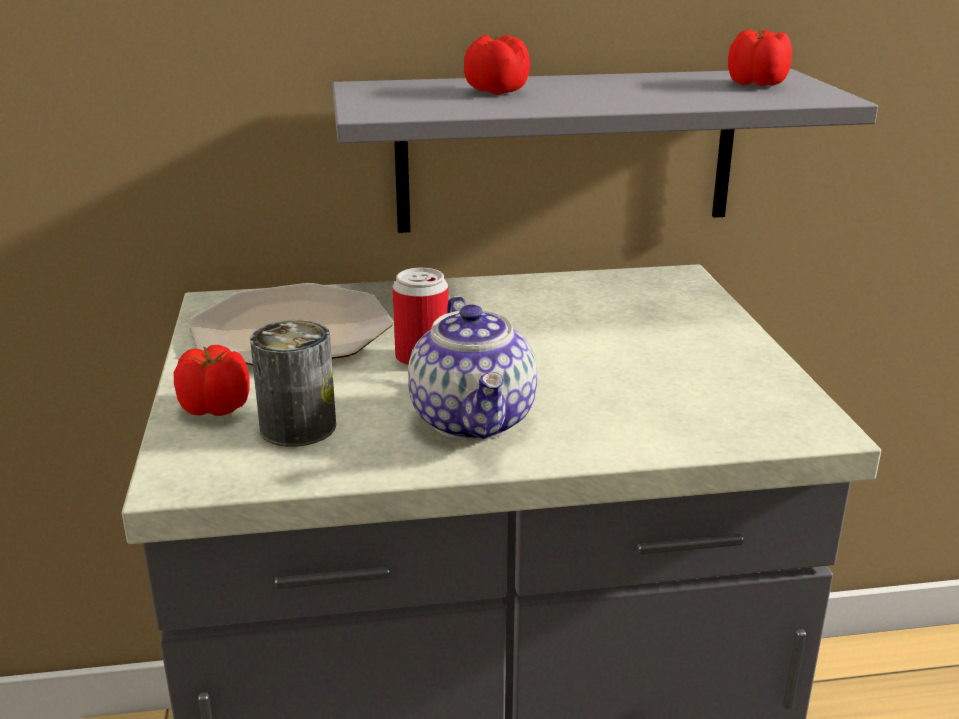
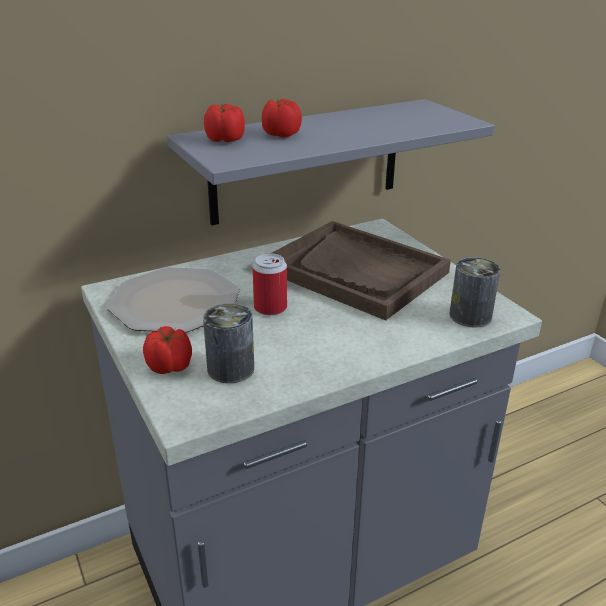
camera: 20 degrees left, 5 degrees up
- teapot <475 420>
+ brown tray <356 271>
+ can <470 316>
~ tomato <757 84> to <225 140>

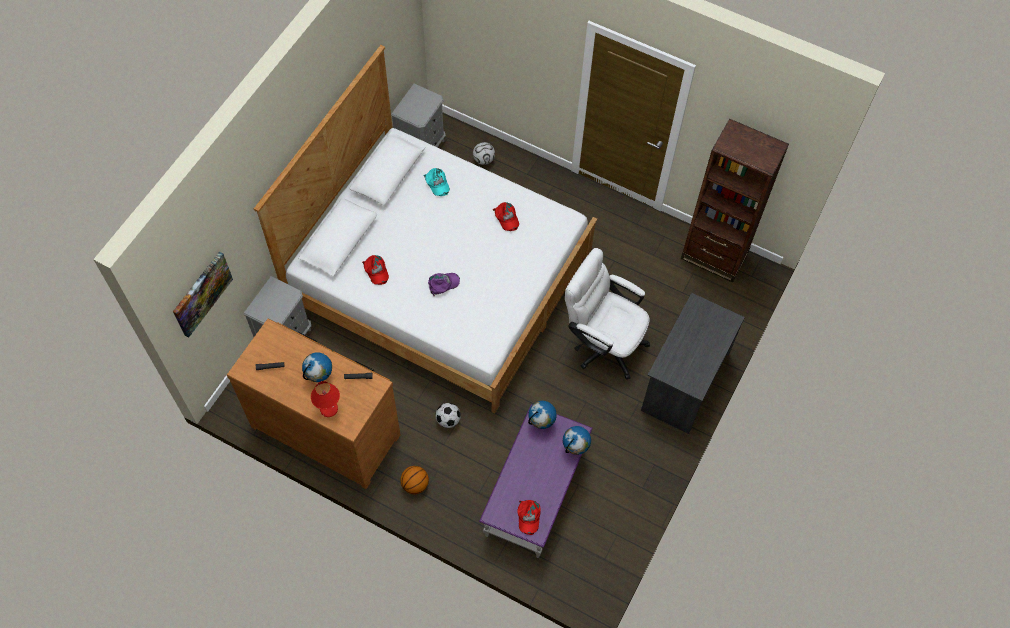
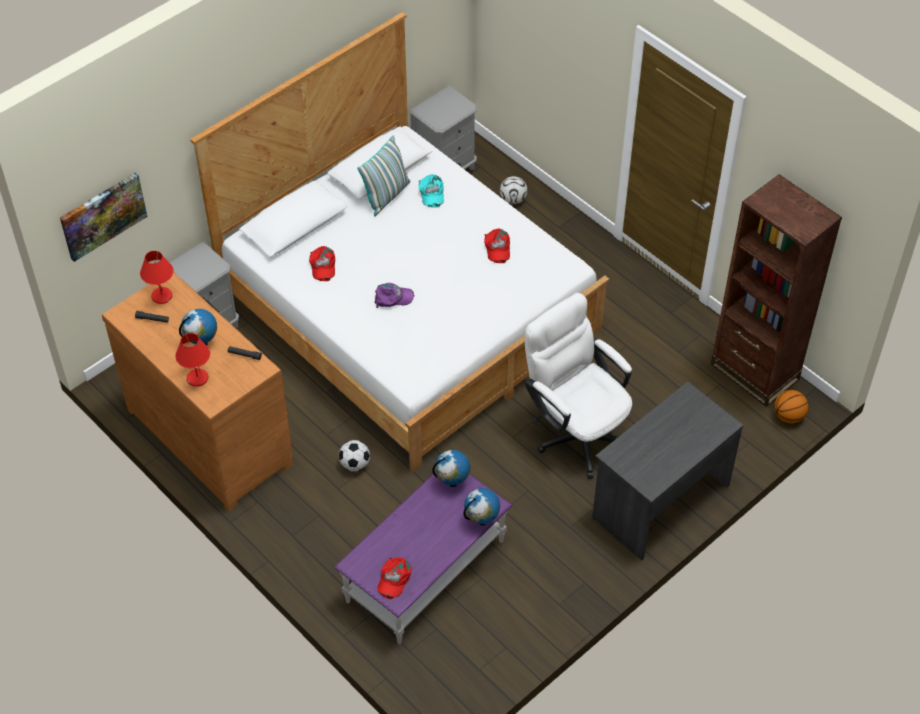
camera: 20 degrees right, 10 degrees down
+ red table lamp <162 296>
+ pillow <386 196>
~ basketball <415 484> to <788 416>

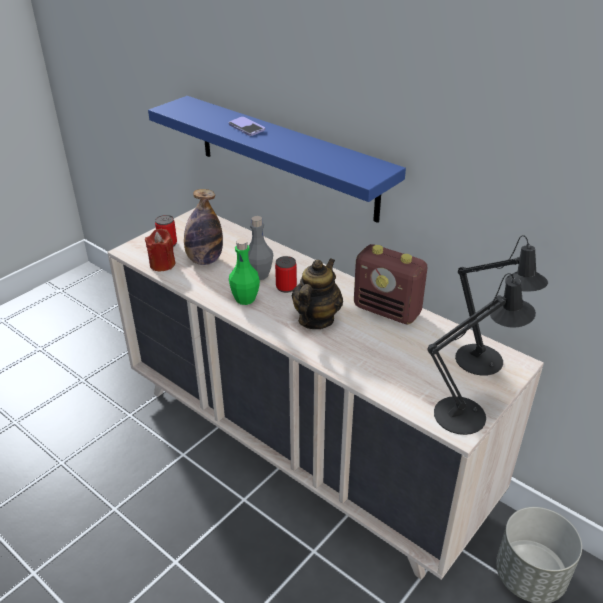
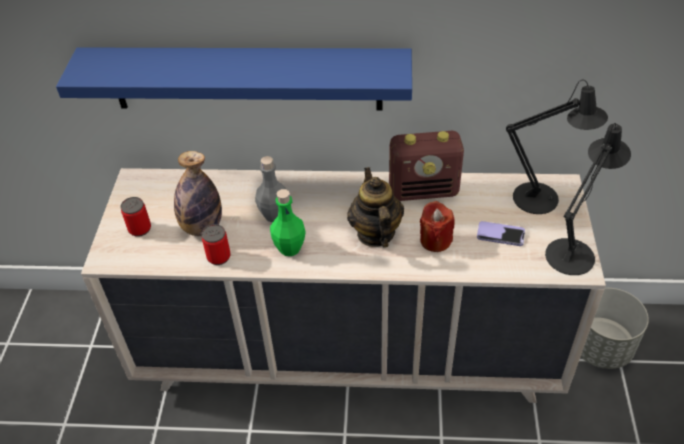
camera: 35 degrees left, 10 degrees up
~ red candle <162 264> to <435 240>
~ phone <246 127> to <500 235>
~ can <286 287> to <219 257>

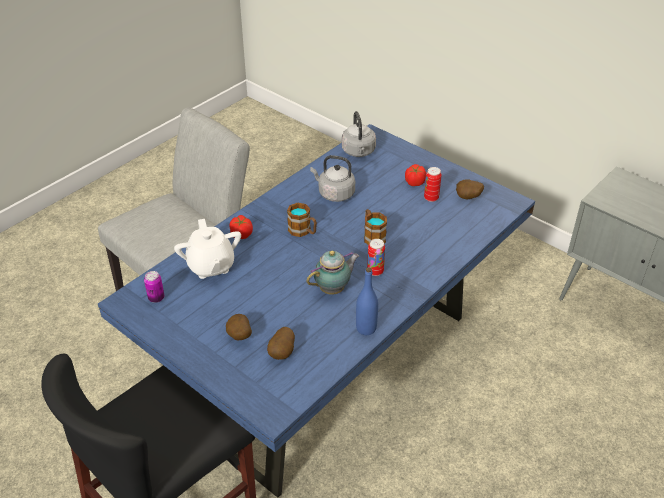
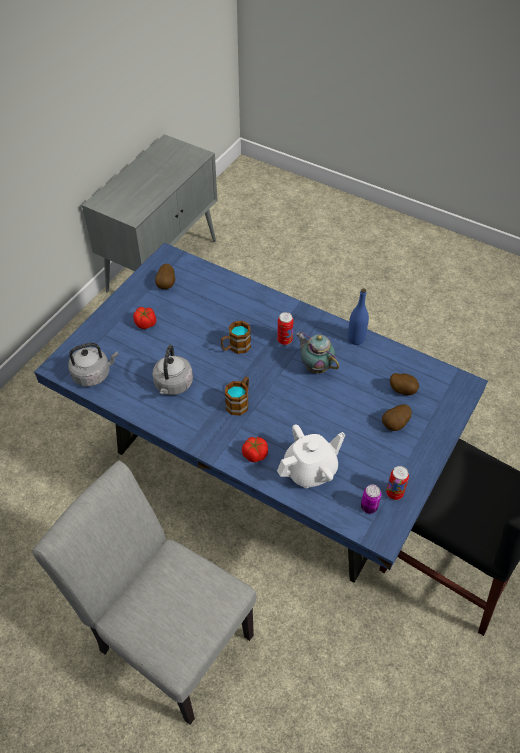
camera: 100 degrees left, 10 degrees up
~ can <431 198> to <394 493>

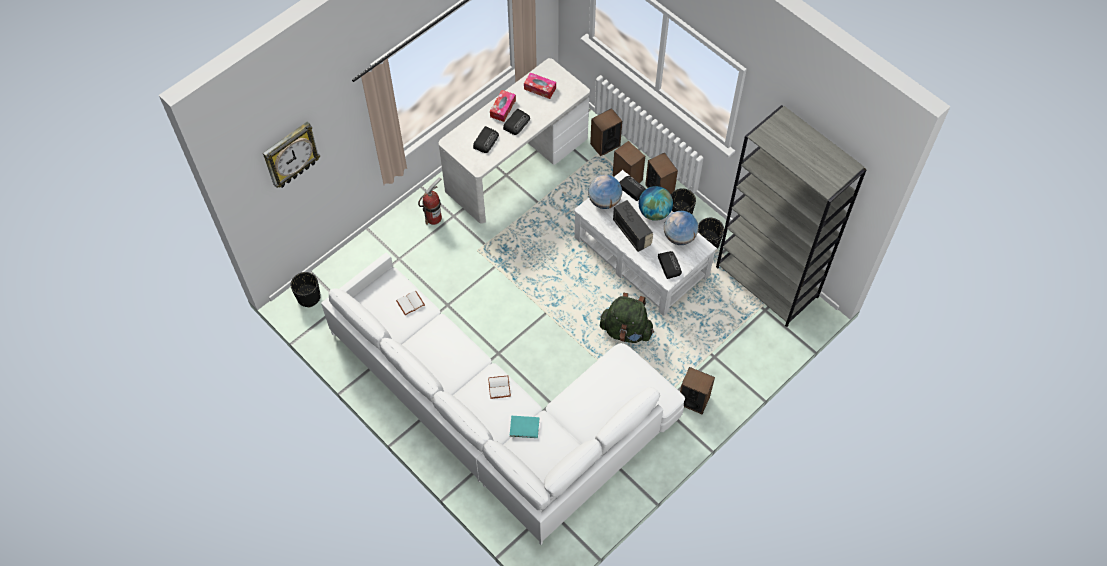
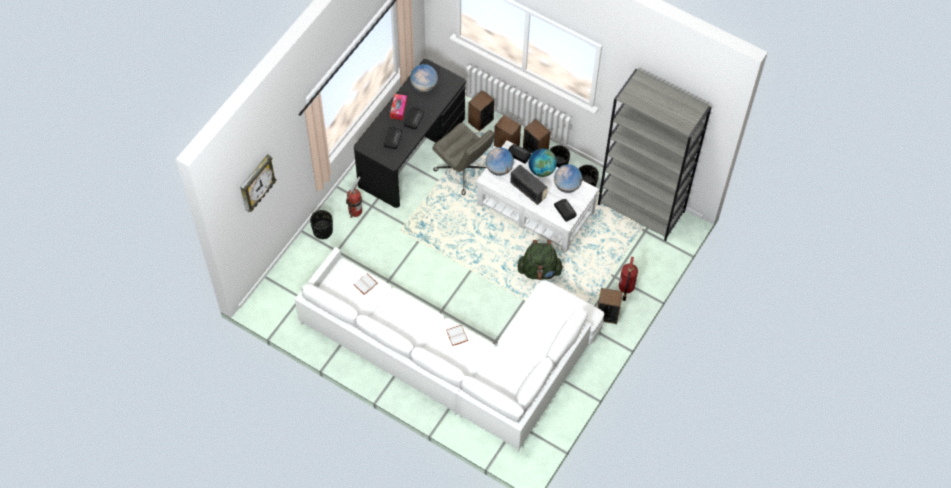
camera: 15 degrees left, 0 degrees up
- turquoise book <525 428>
+ grey office chair <464 170>
+ fire extinguisher <625 288>
~ black planter <308 297> to <322 231>
~ tissue box <540 88> to globe <424 86>
~ white desk <516 164> to black desk <411 151>

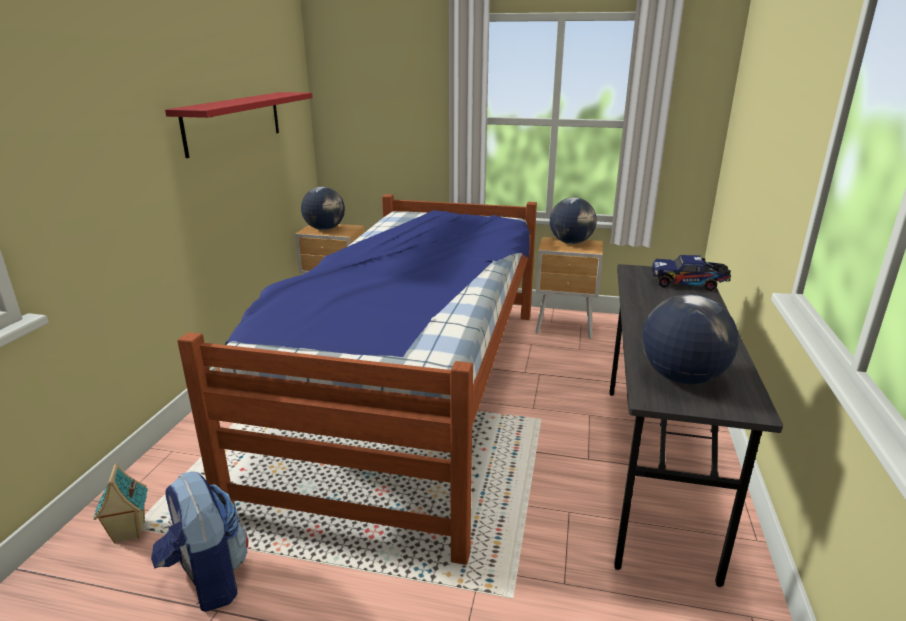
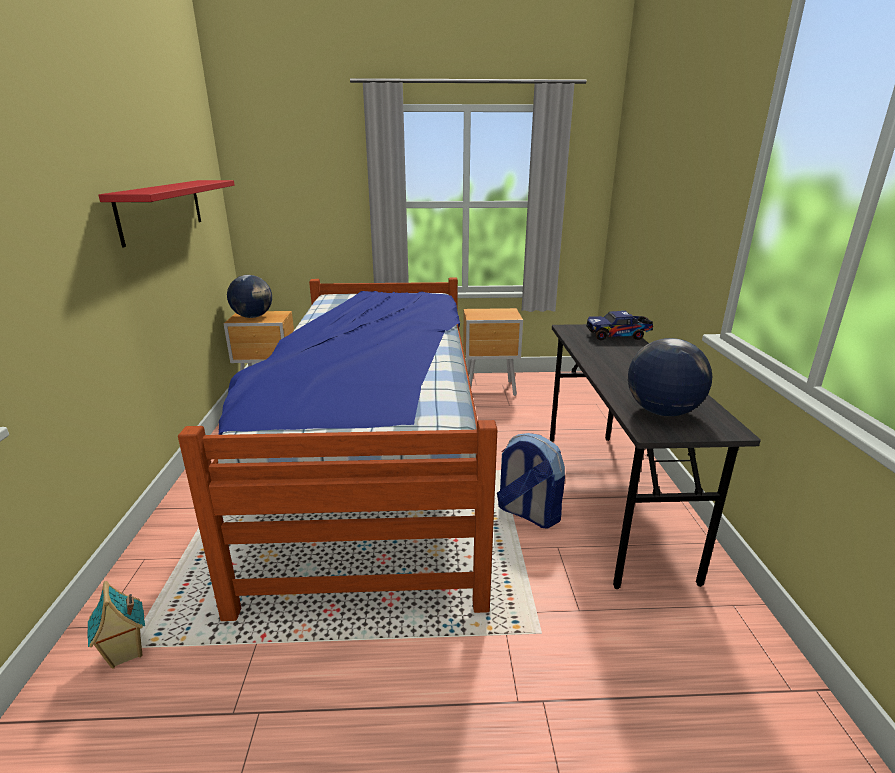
camera: 15 degrees left, 0 degrees up
- globe <571 242>
~ backpack <208 579> to <527 513>

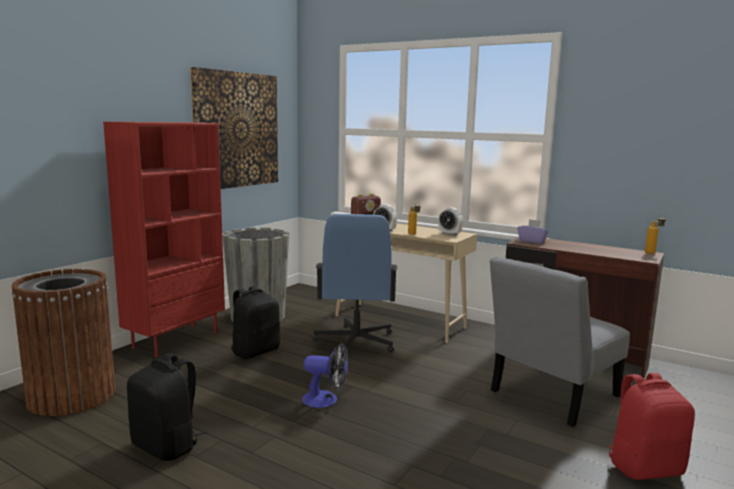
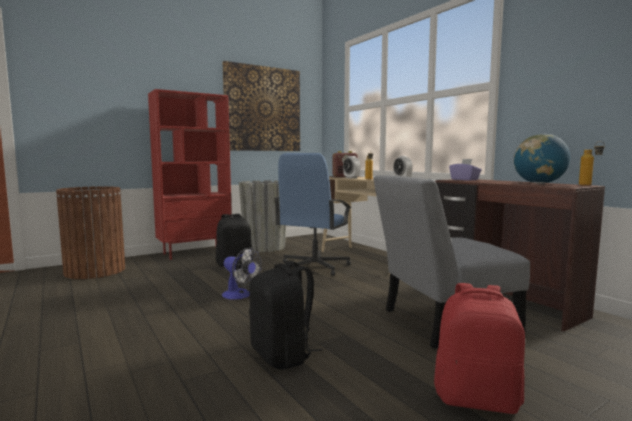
camera: 25 degrees right, 5 degrees down
+ globe <539 183>
~ black backpack <167 446> to <282 355>

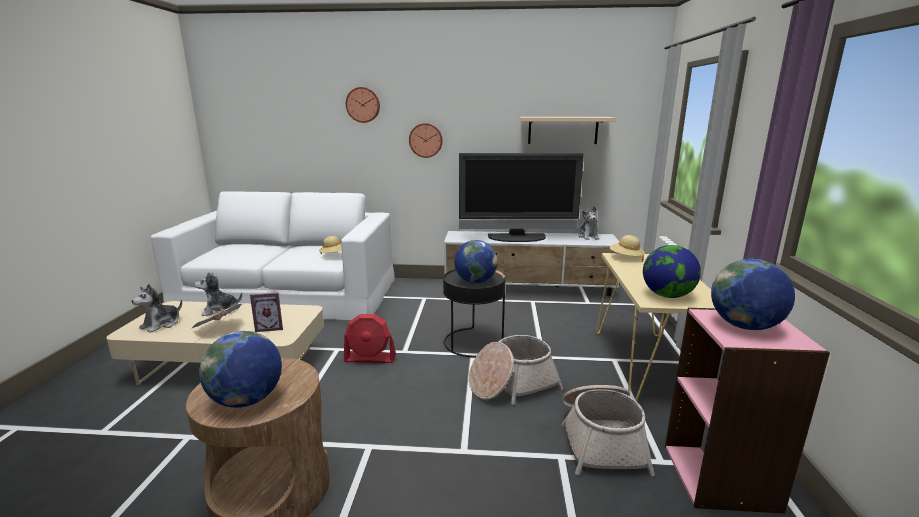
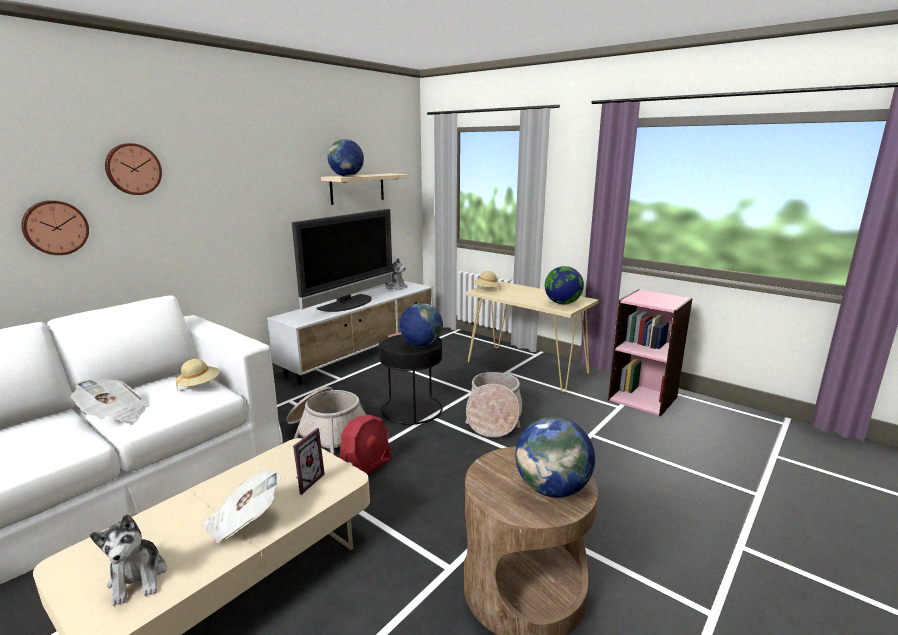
camera: 55 degrees left, 0 degrees up
- plush toy <220 311>
+ newspaper <113 414>
~ wall clock <426 140> to <55 227>
~ basket <601 440> to <328 432>
~ globe <744 326> to <346 176>

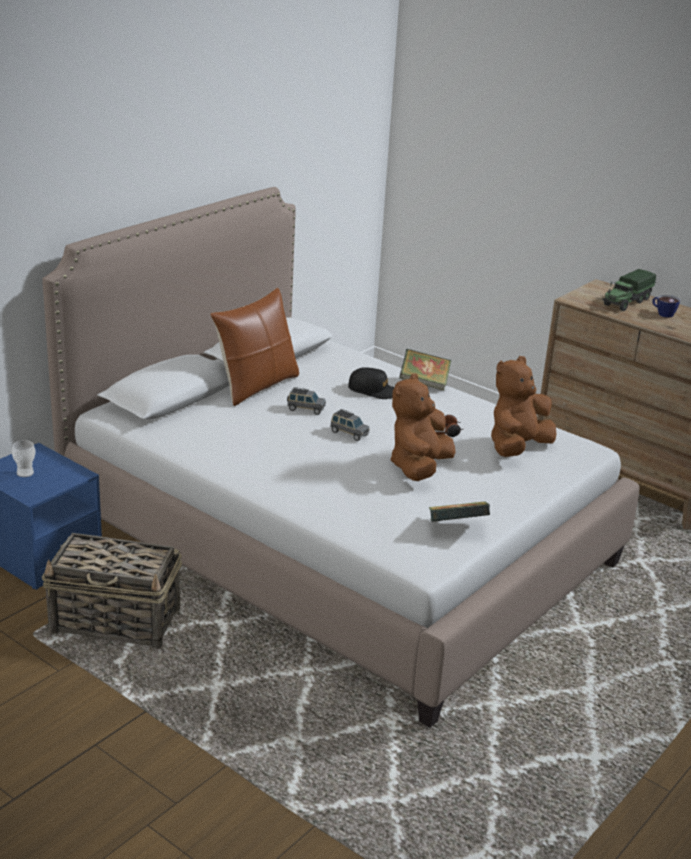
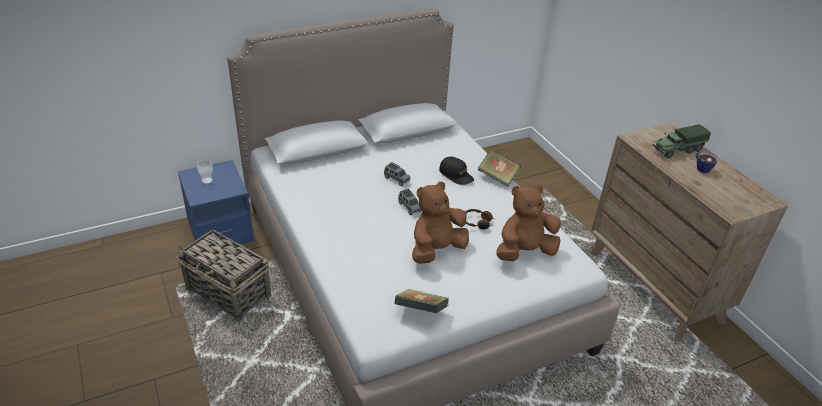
camera: 25 degrees right, 10 degrees up
- brown pillow <256 386>

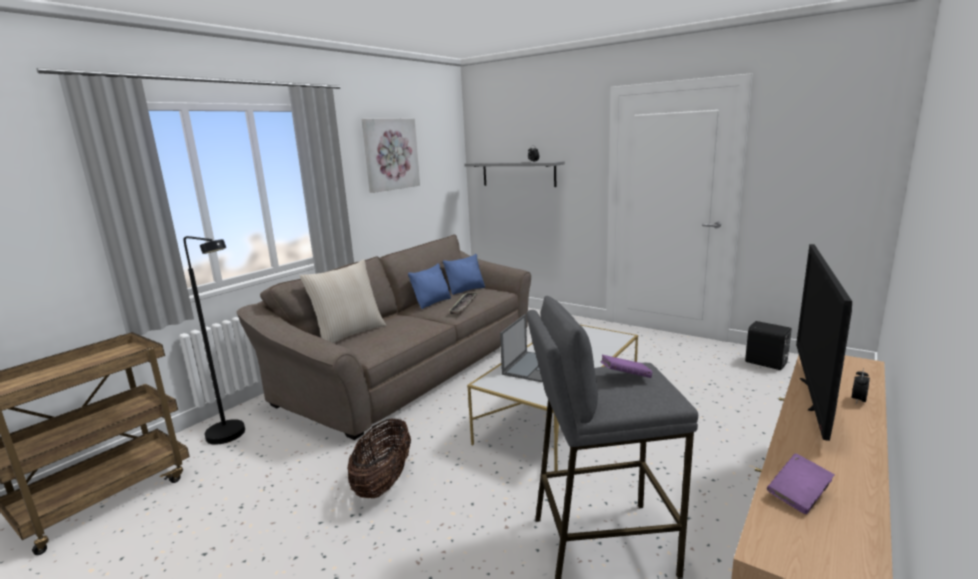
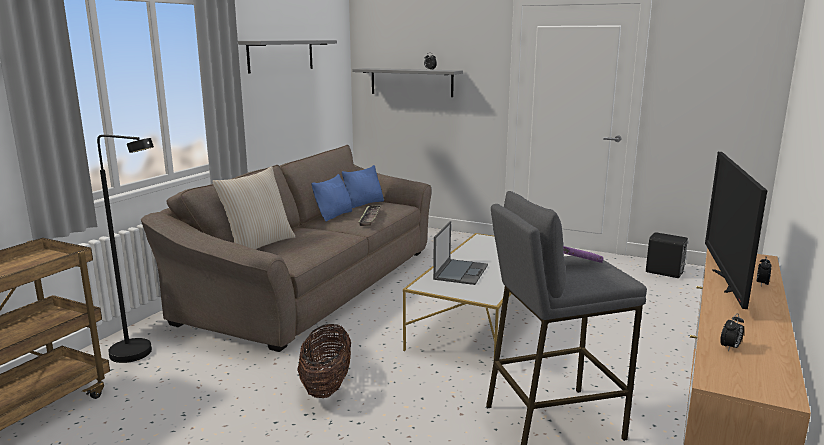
camera: 10 degrees left, 0 degrees up
~ picture <390 154> to grey shelf <281 55>
~ purple book <798 495> to alarm clock <730 347>

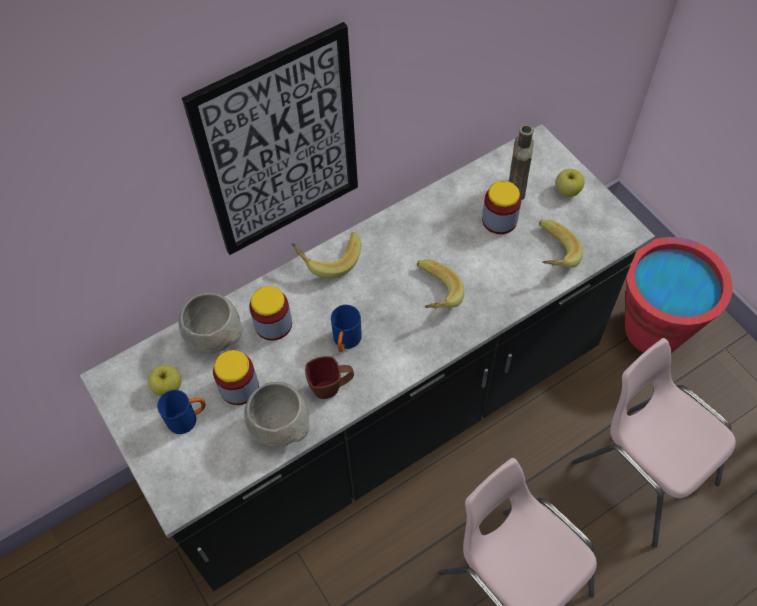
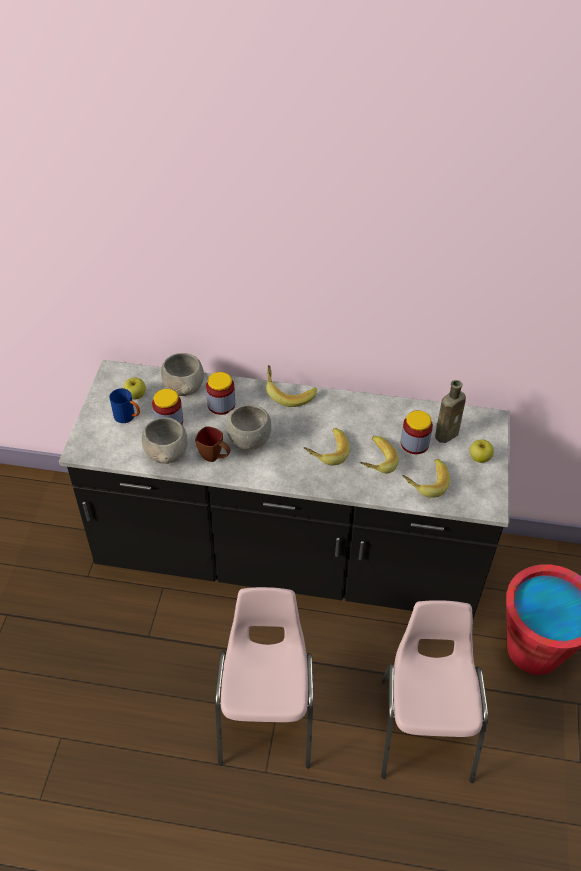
camera: 40 degrees right, 10 degrees down
- picture <280 146>
+ banana <373 463>
~ blue mug <346 342> to grey bowl <249 441>

